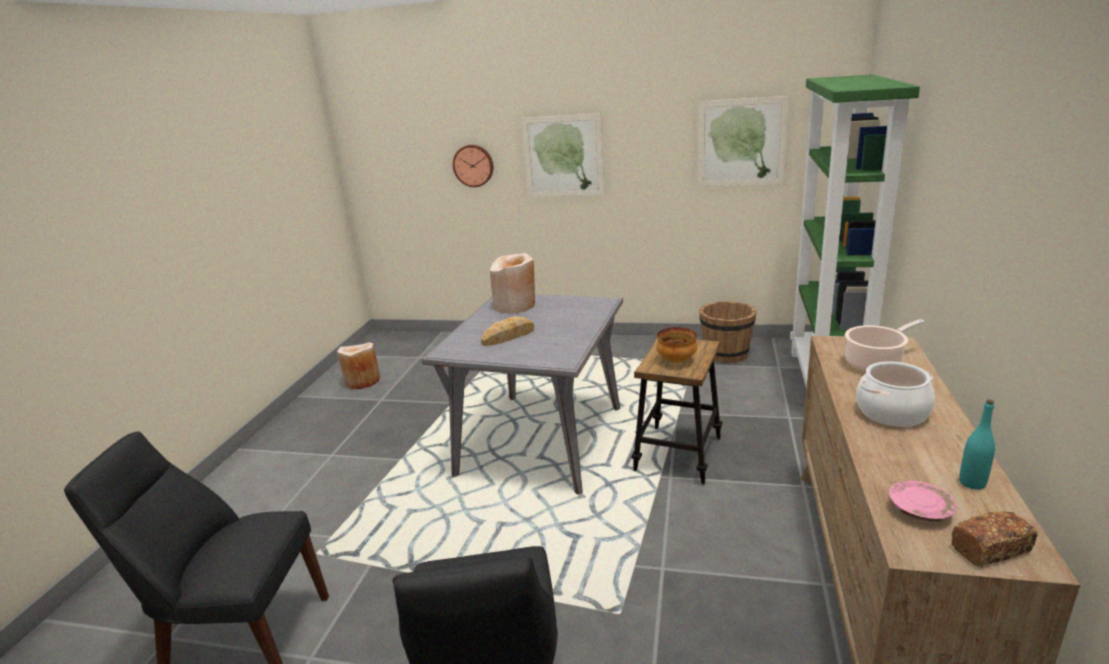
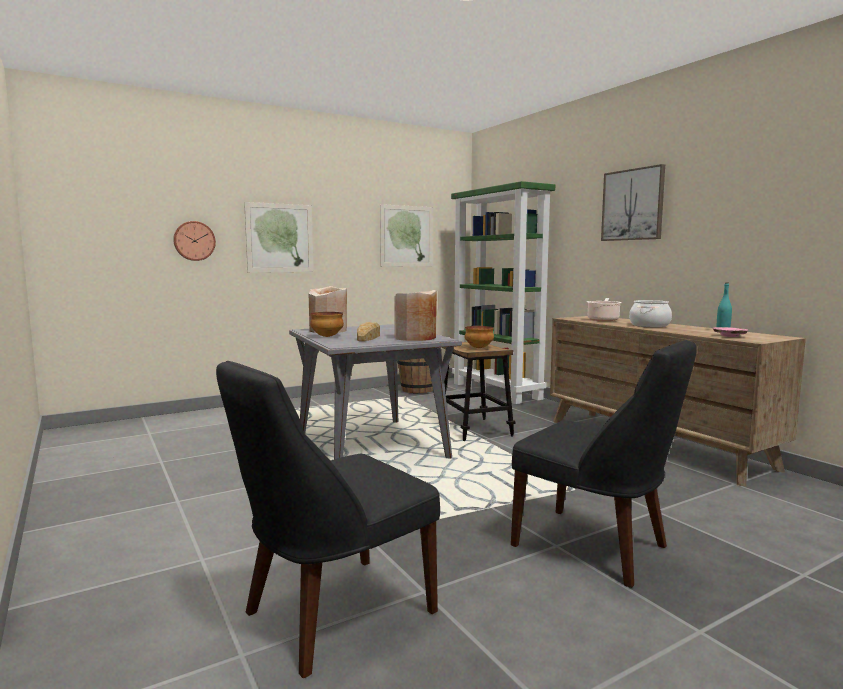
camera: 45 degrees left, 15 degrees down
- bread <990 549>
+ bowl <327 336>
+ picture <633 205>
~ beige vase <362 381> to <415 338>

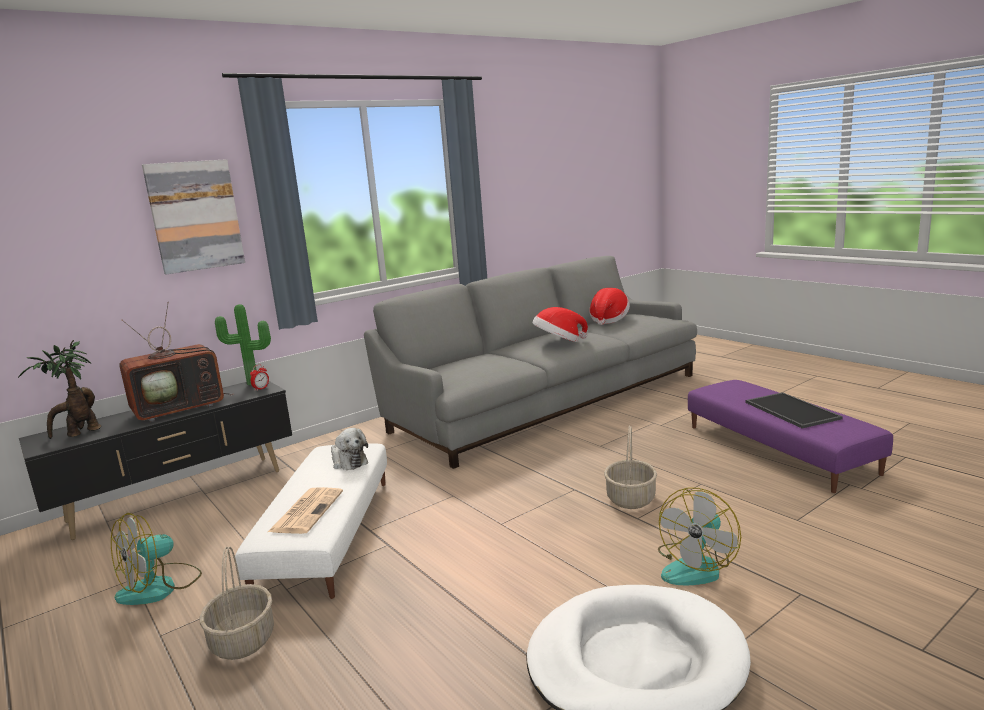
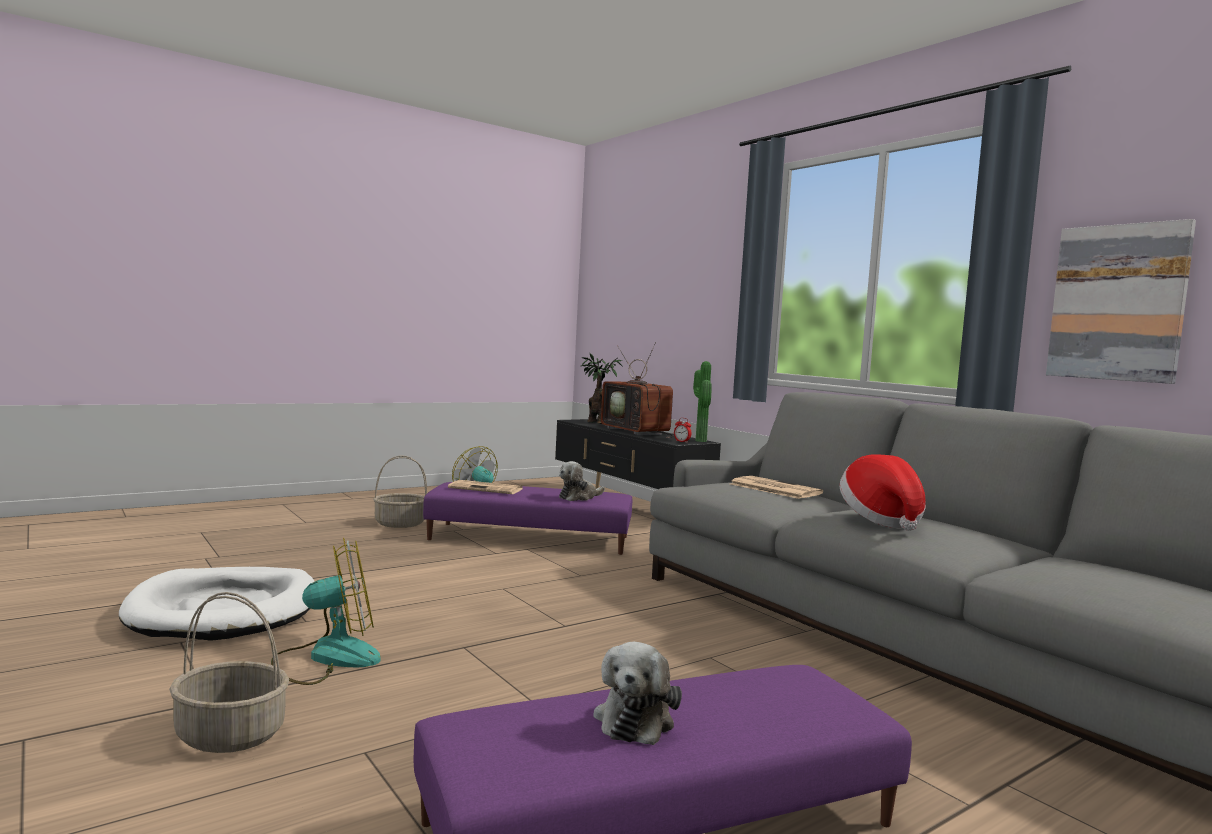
camera: 90 degrees right, 10 degrees down
- hat <608 320>
+ newspaper <773 489>
~ picture <195 216> to <1117 303>
~ basket <630 498> to <231 734>
~ tray <790 410> to plush toy <635 719>
~ white ottoman <327 534> to purple ottoman <530 538>
~ fan <696 566> = <327 658> 120 degrees clockwise

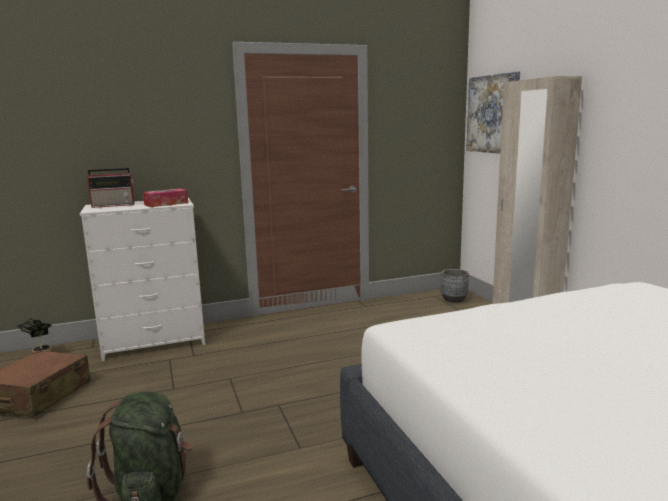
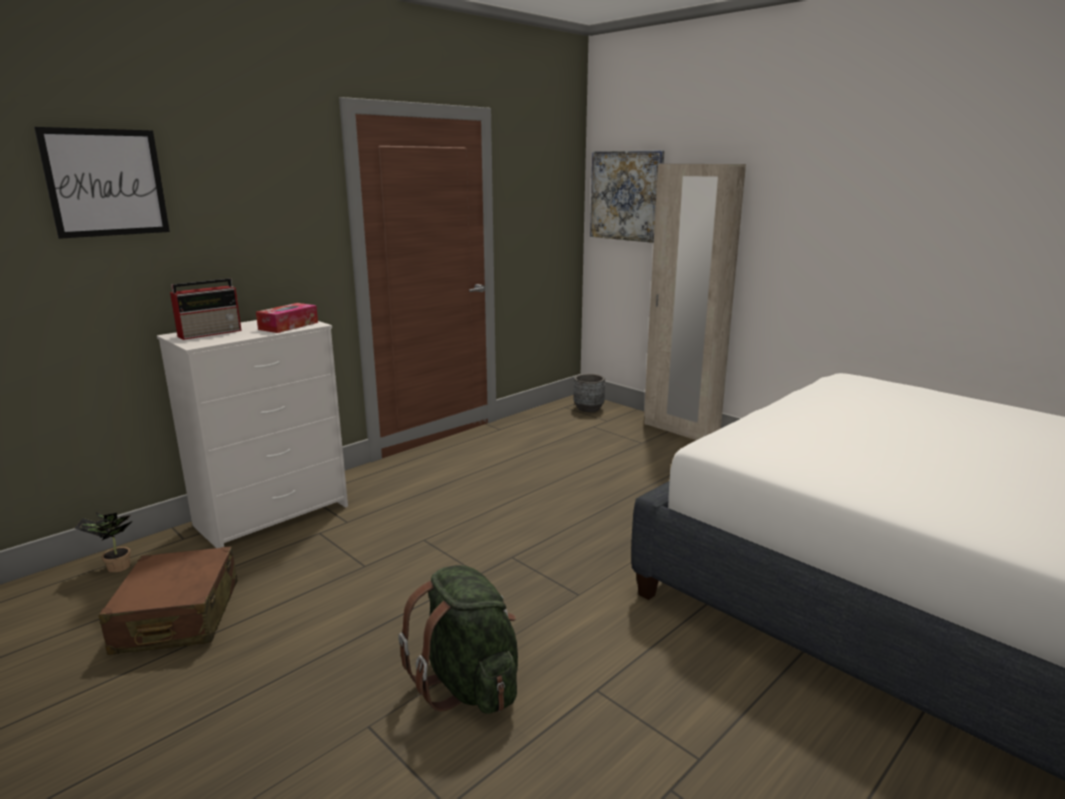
camera: 25 degrees left, 5 degrees up
+ picture <106 183>

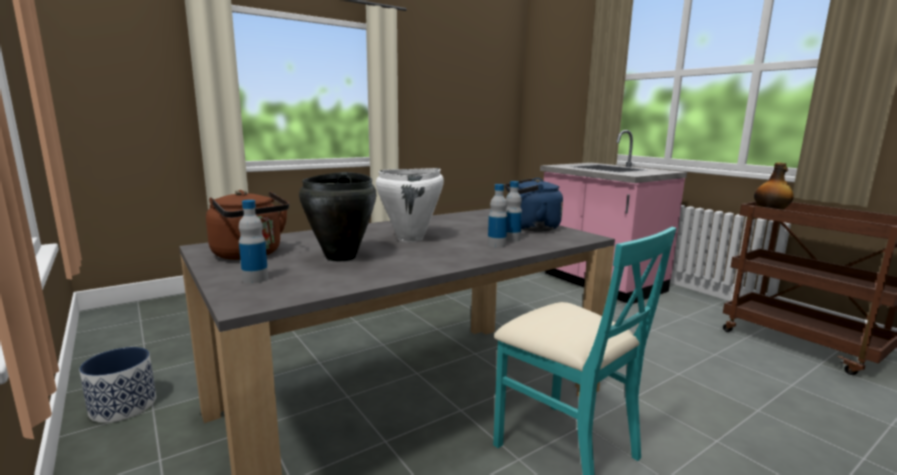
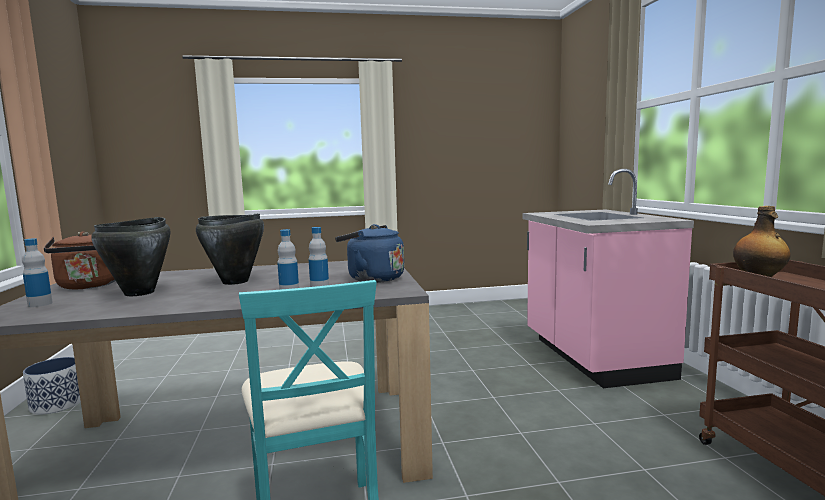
camera: 25 degrees right, 5 degrees down
~ white cooking pot <411 239> to black cooking pot <235 282>

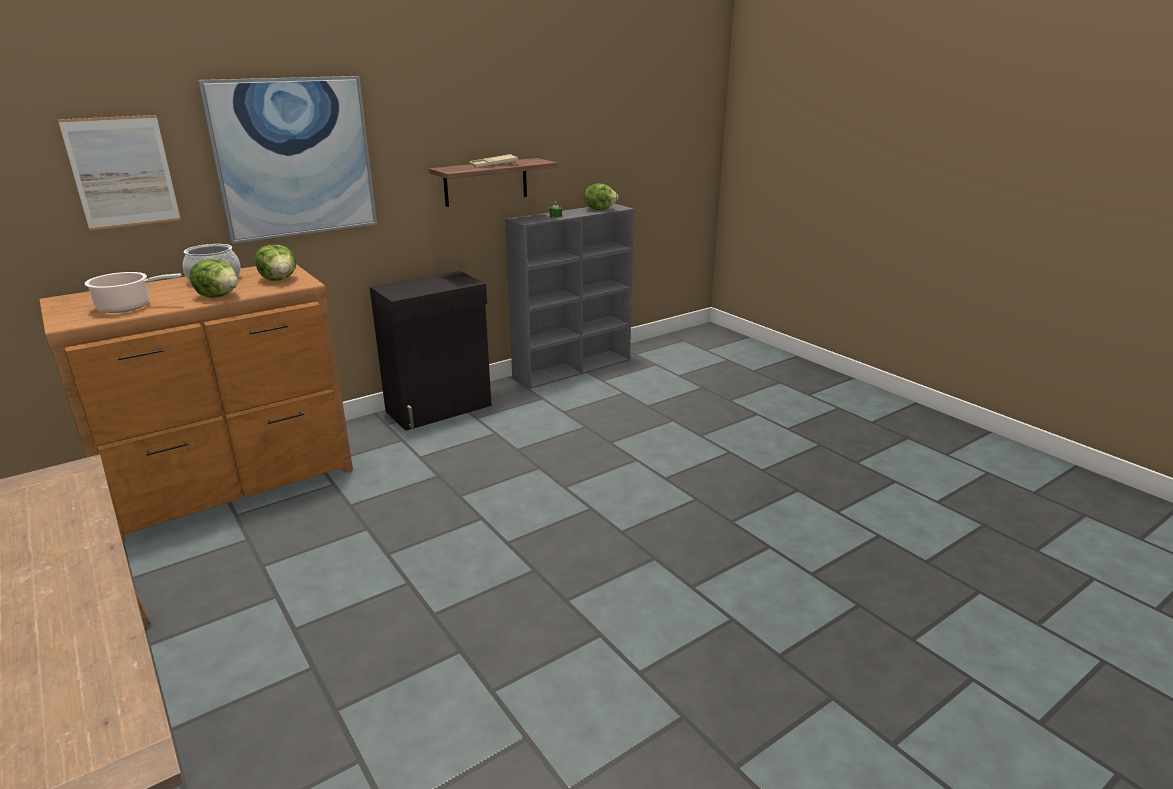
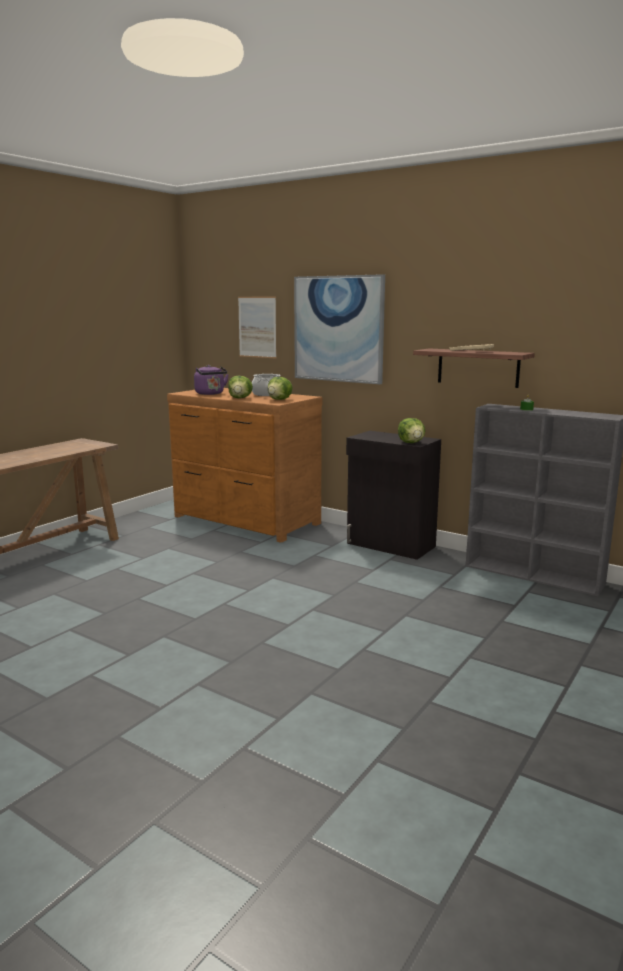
camera: 70 degrees right, 10 degrees down
~ lettuce <600 209> to <411 443>
~ cooking pot <128 307> to purple kettle <210 394>

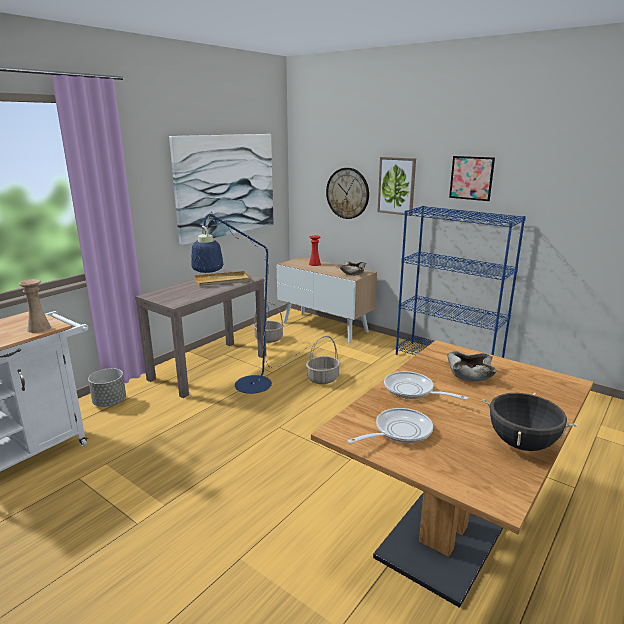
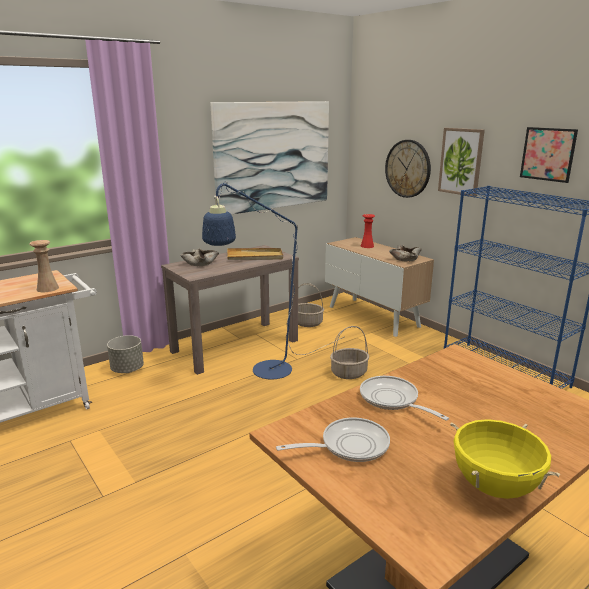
camera: 15 degrees right, 0 degrees up
~ beige bowl <469 374> to <200 263>
~ black cooking pot <522 444> to yellow cooking pot <495 486>

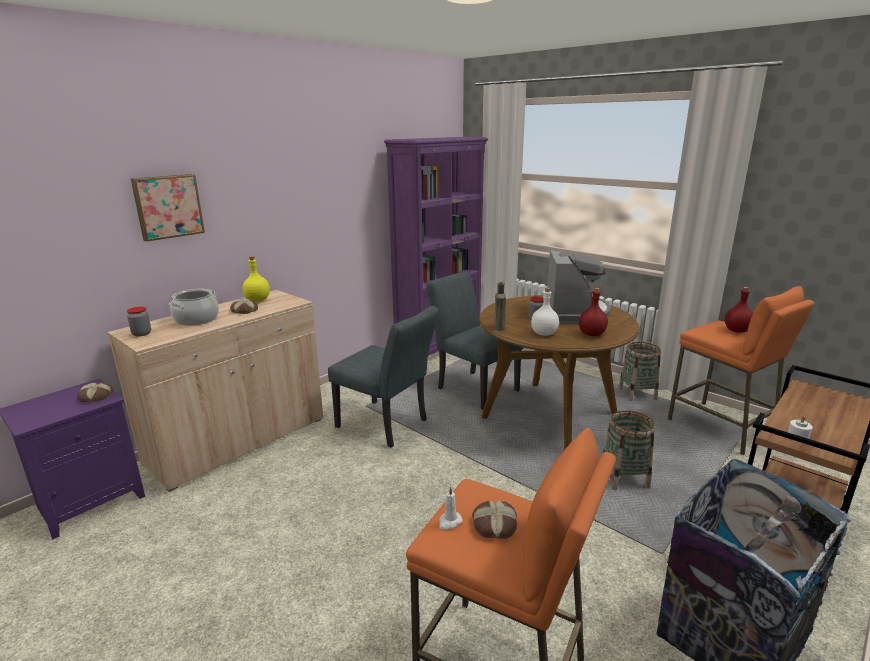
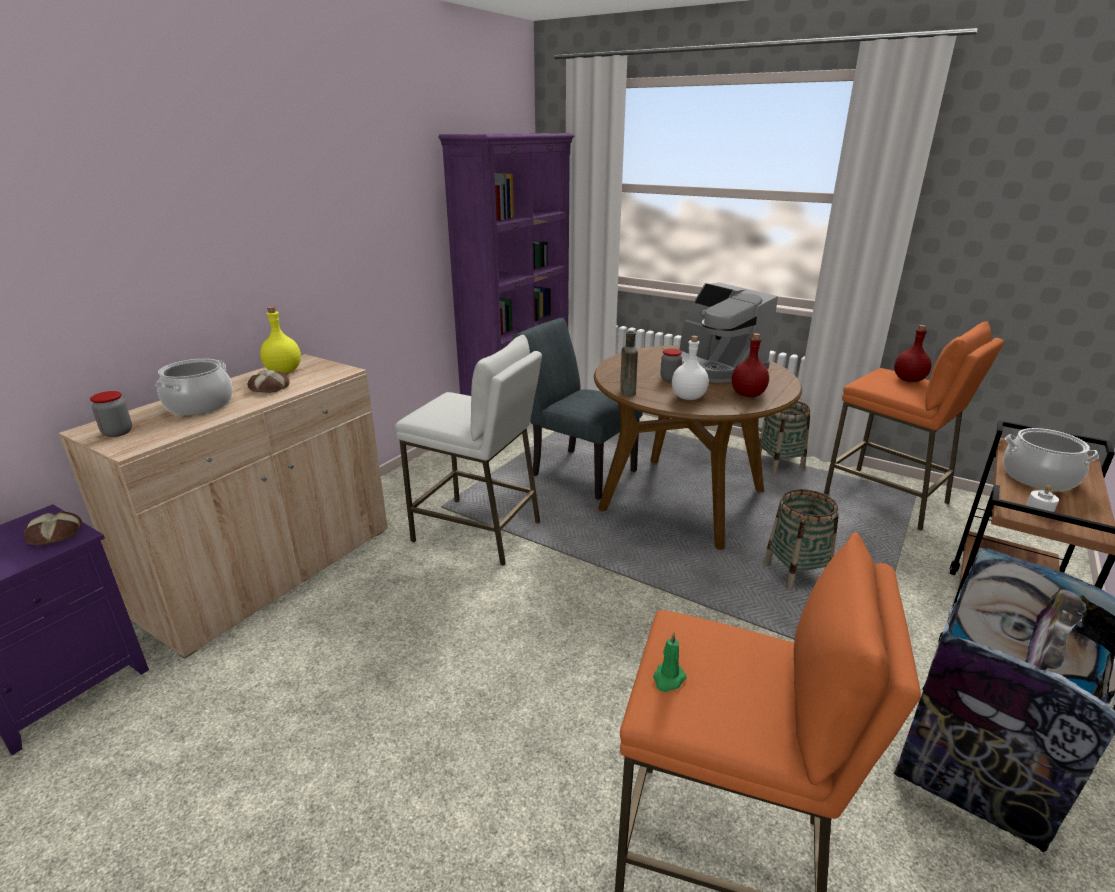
camera: 10 degrees left, 5 degrees up
- picture <168 206>
- bread <494 524>
+ cooking pot <1038 478>
~ grey chair <387 425> to white stool <478 531>
~ white candle <449 522> to green candle <668 679>
~ coffee machine <575 313> = <714 367> 150 degrees clockwise

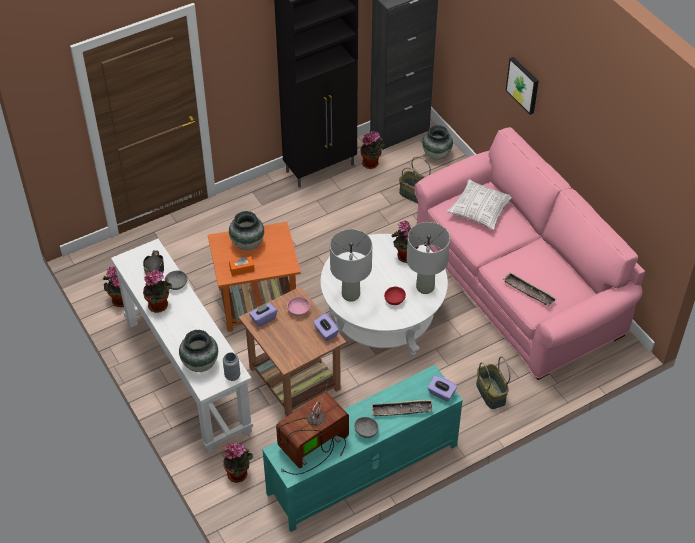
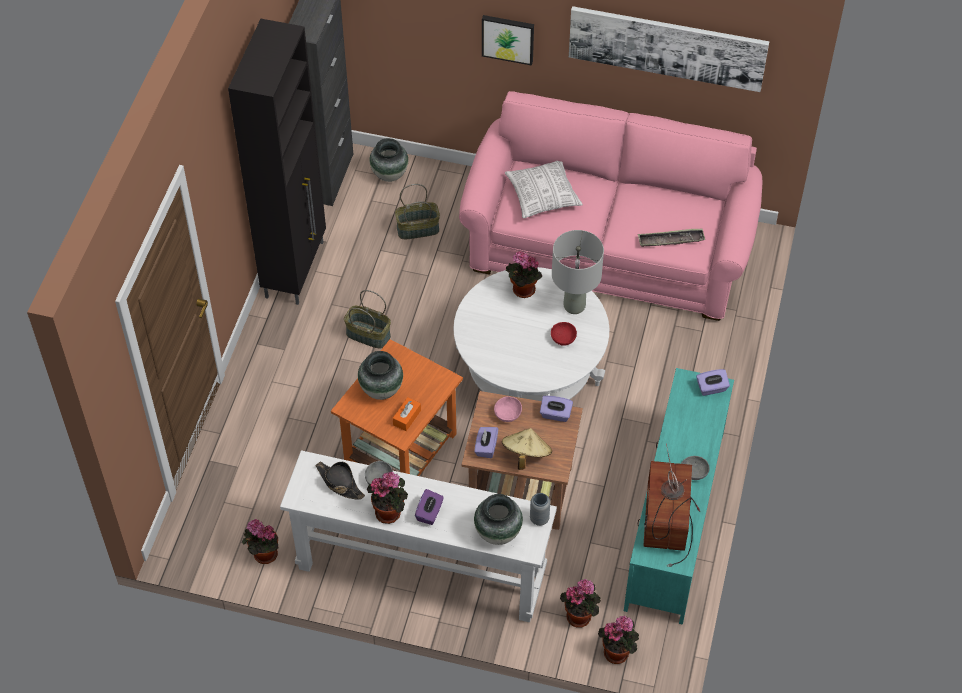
camera: 45 degrees left, 5 degrees up
- grey table lamp <350 294>
- tray <401 410>
+ purple tissue box <429 513>
+ beige hat <526 455>
+ picture <667 47>
~ potted plant <372 163> to <618 651>
~ basket <490 393> to <367 335>

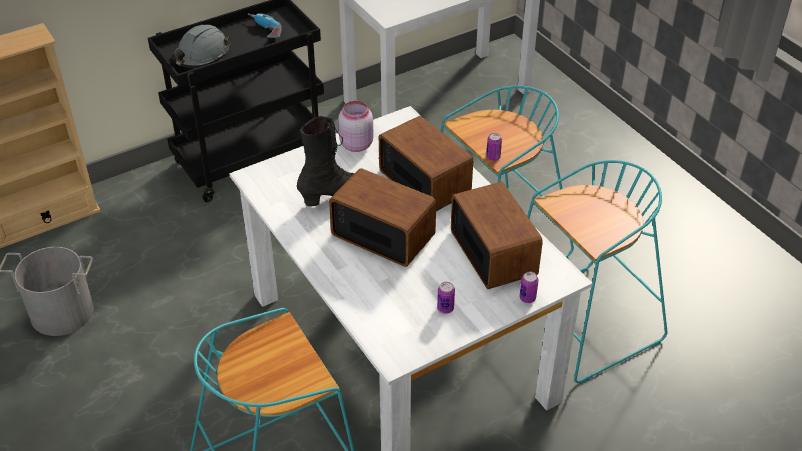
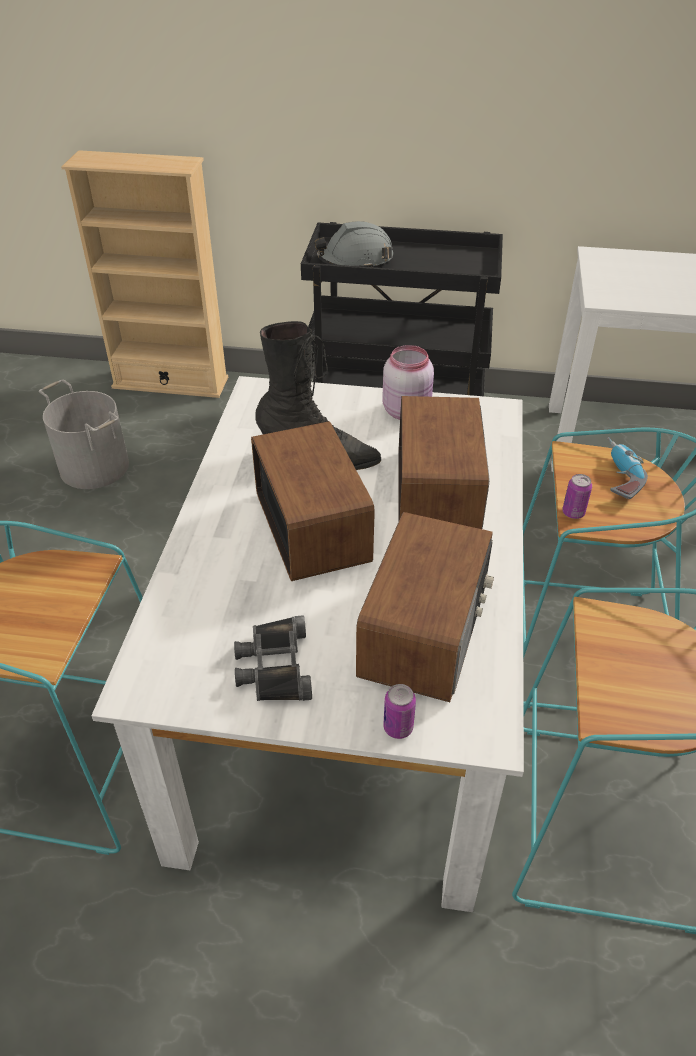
camera: 40 degrees right, 0 degrees up
~ power drill <264 30> to <617 476>
~ can <445 308> to black binoculars <274 666>

